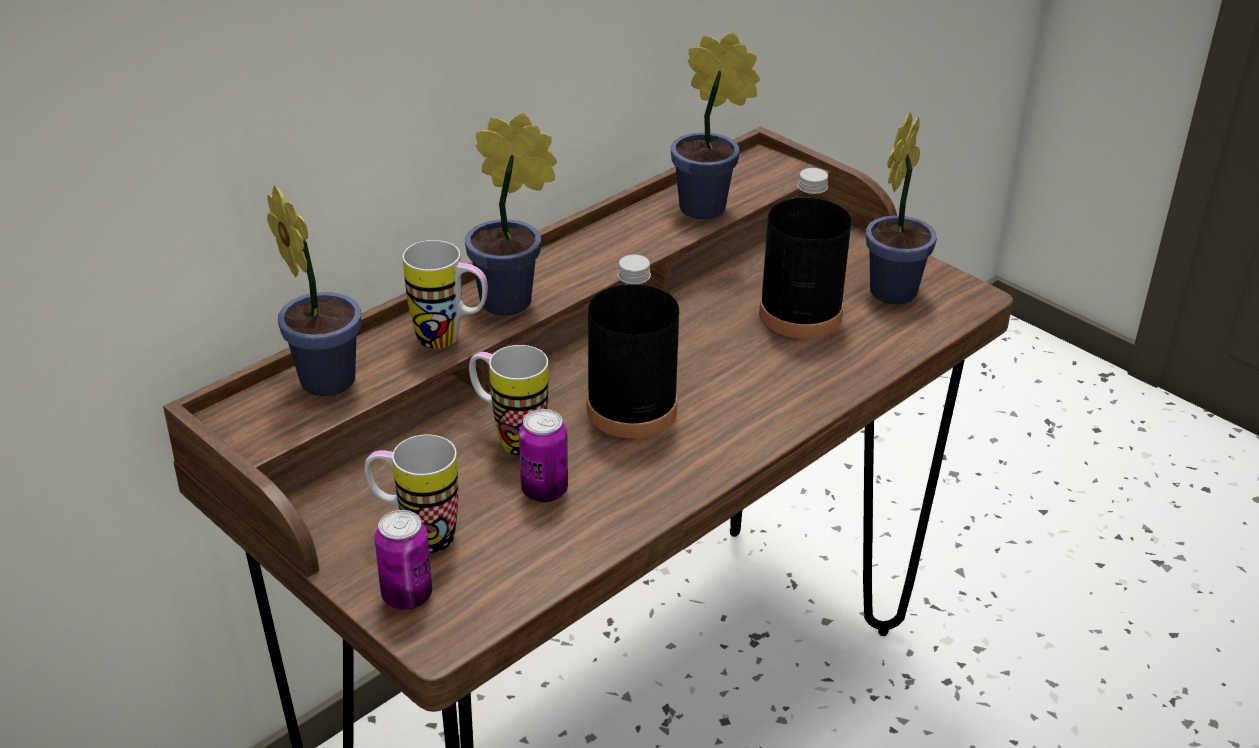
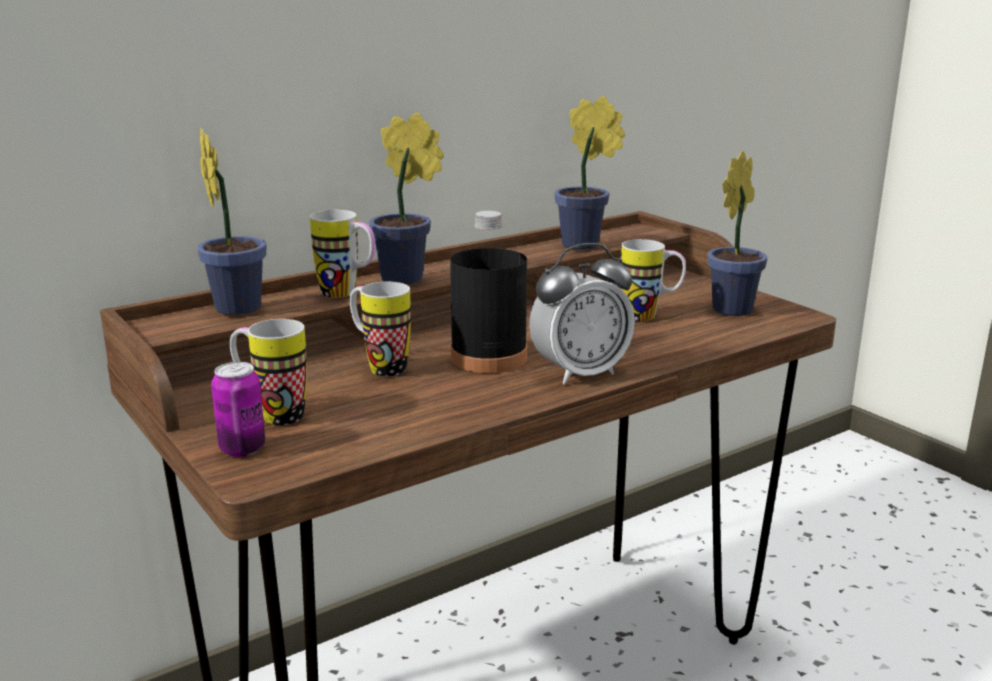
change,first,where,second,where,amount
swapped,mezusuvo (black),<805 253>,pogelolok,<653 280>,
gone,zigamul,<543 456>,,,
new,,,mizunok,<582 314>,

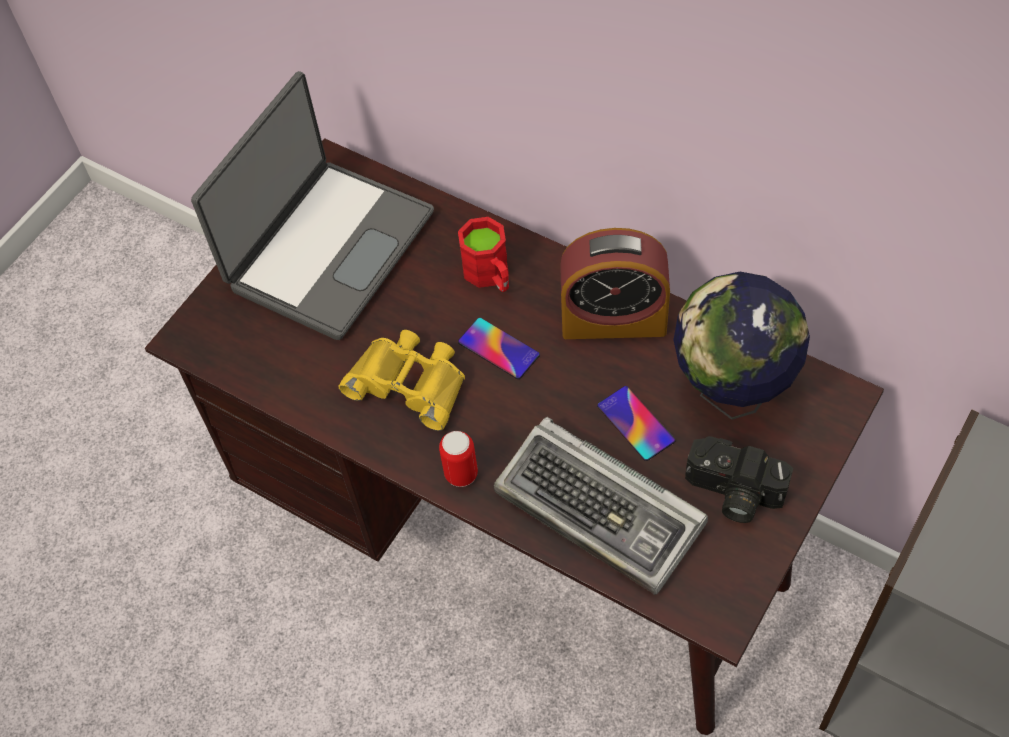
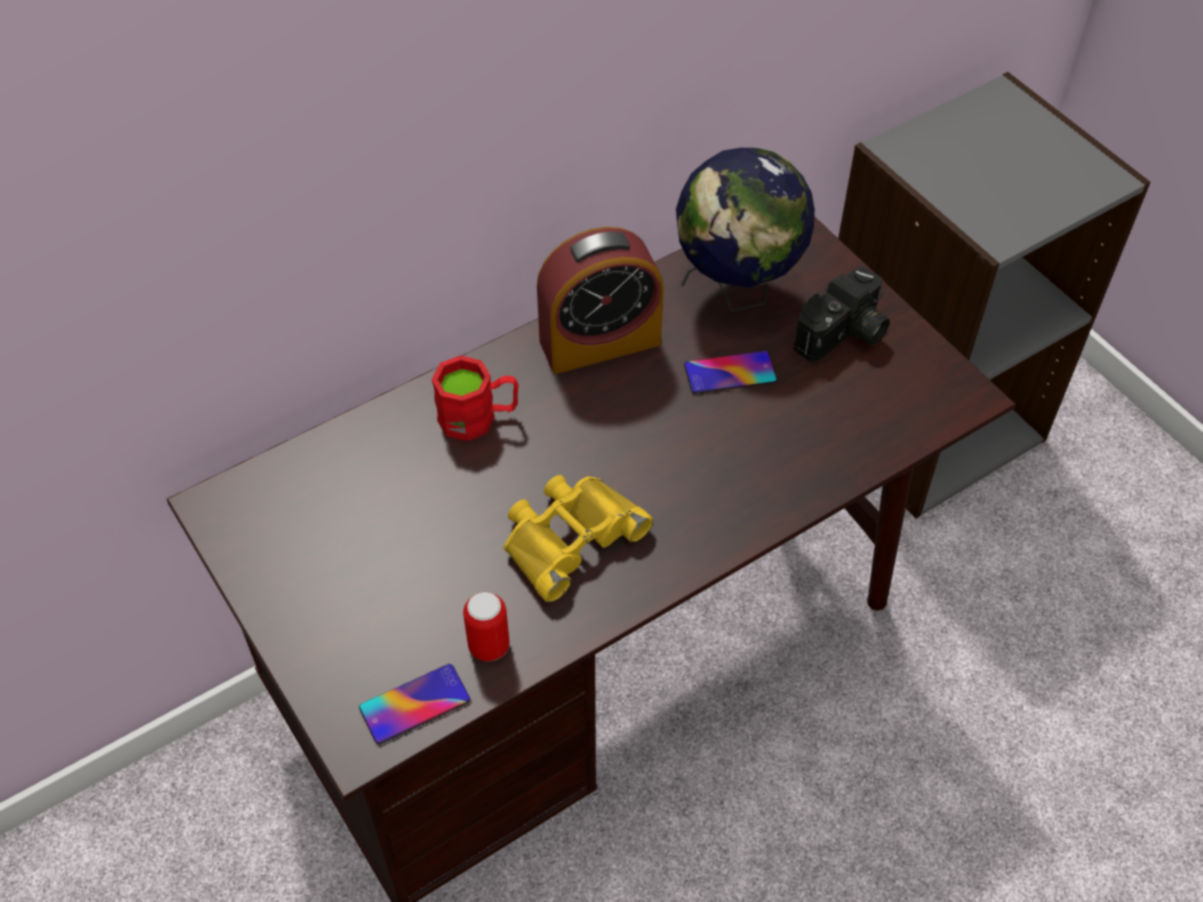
change,first,where,second,where,amount
gone,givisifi,<312 205>,,,
rotated,mizunok,<615 283>,,<600 300>,45 degrees clockwise
shifted,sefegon,<499 348>,,<414 704>,
gone,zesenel,<601 506>,,,
shifted,zigamul,<458 459>,,<486 626>,

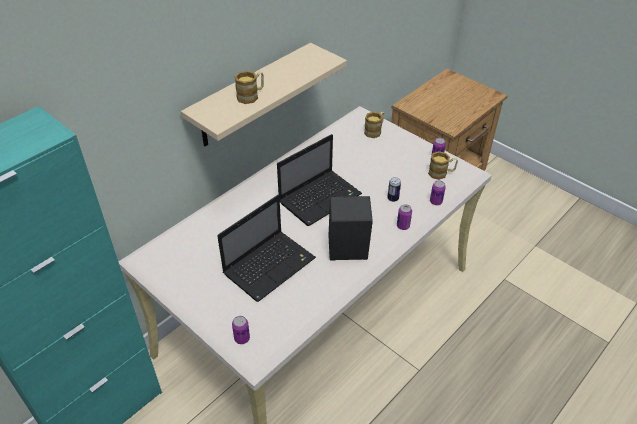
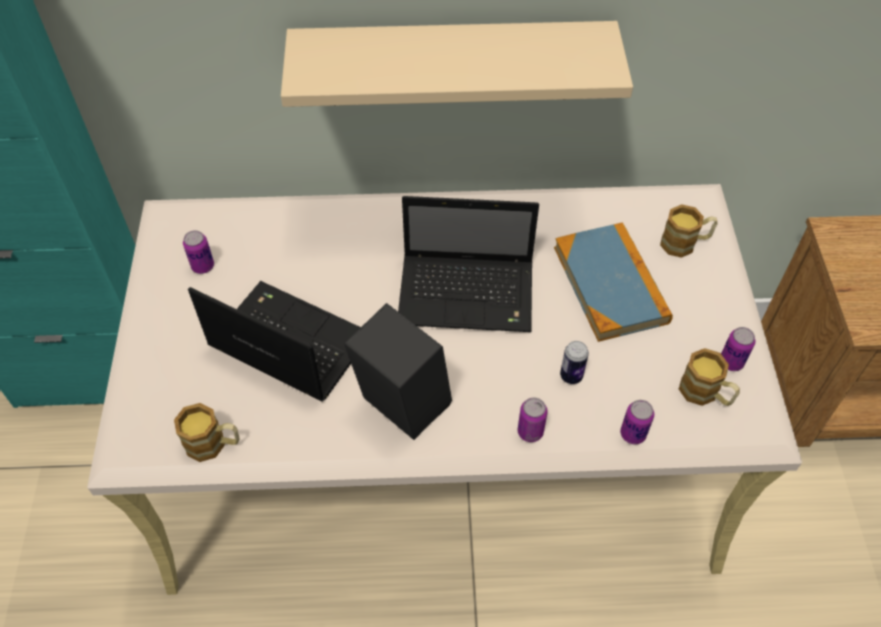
change,first,where,second,where,amount
shifted,pogelolok,<249 87>,,<206 432>,
rotated,givisifi,<266 248>,,<274 341>,150 degrees counterclockwise
shifted,zigamul,<241 330>,,<198 252>,
new,,,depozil,<613 282>,

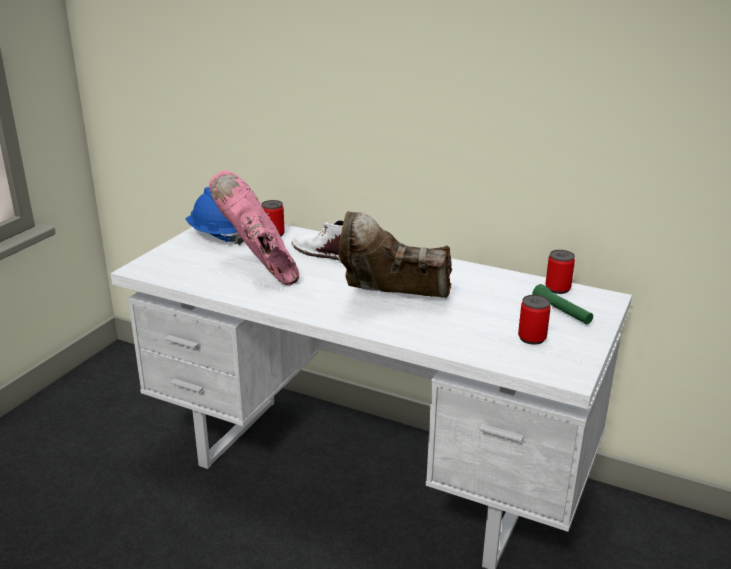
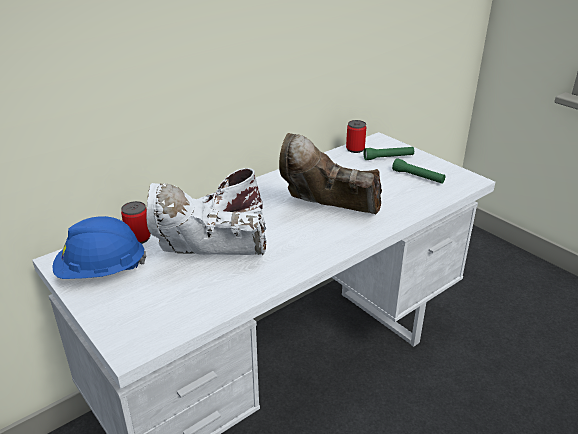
change,first,where,second,where,amount
repainted,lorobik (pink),<254 228>,lorobik (white),<206 219>,
rotated,lorobik (brown),<395 254>,,<330 173>,75 degrees clockwise
swapped,zigamul,<534 320>,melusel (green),<418 171>,

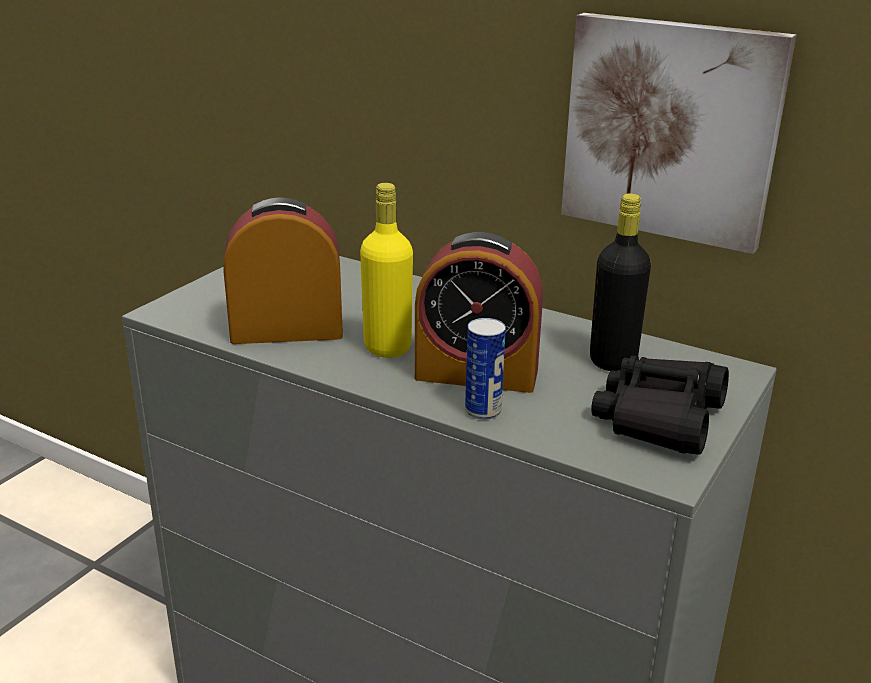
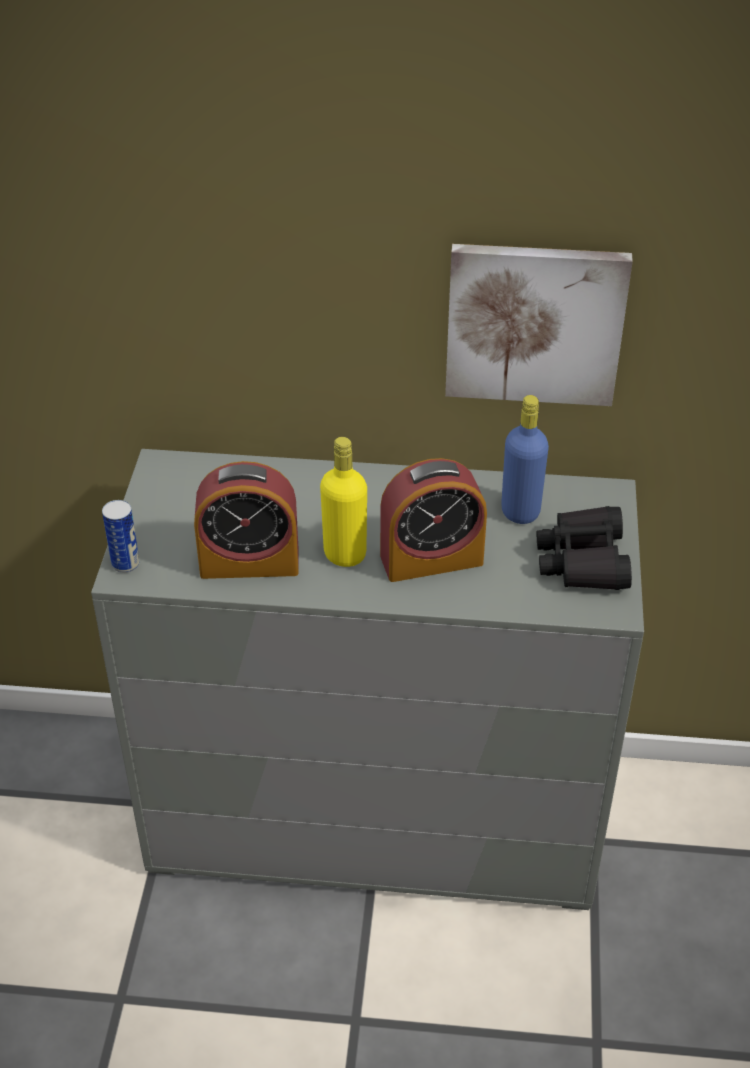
change,first,where,second,where,amount
repainted,mezusuvo (black),<620 282>,mezusuvo (blue),<525 459>,
rotated,mizunok,<283 270>,,<246 520>,150 degrees counterclockwise
shifted,zigamul,<485 369>,,<121 536>,

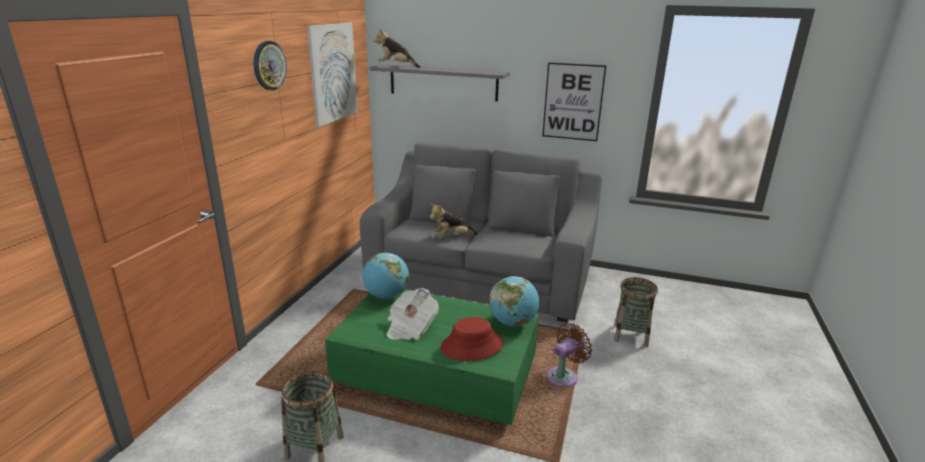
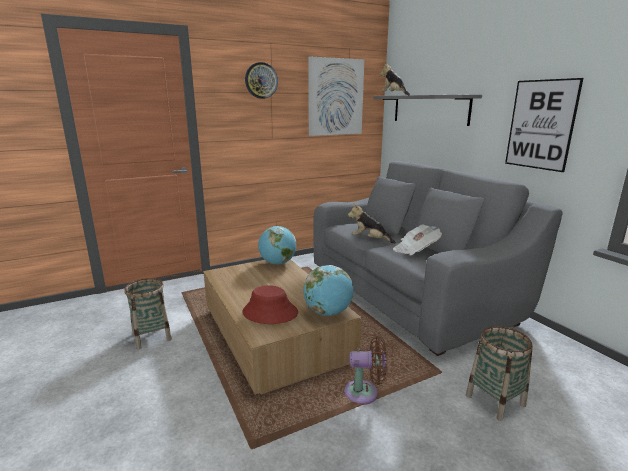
change,first,where,second,where,amount
shifted,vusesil,<413 314>,,<417 240>,
repainted,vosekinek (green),<432 357>,vosekinek (brown),<282 327>,

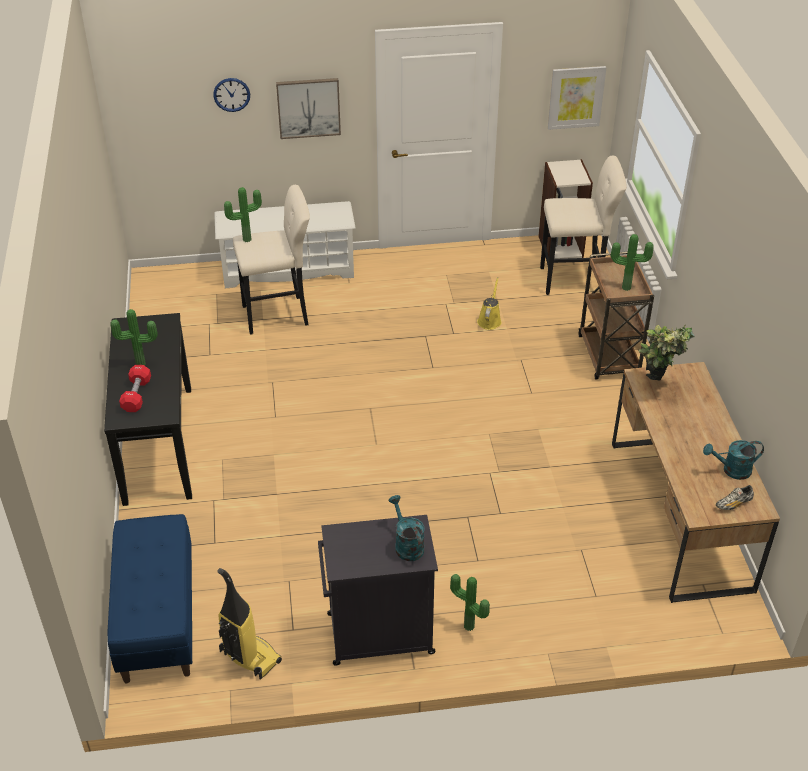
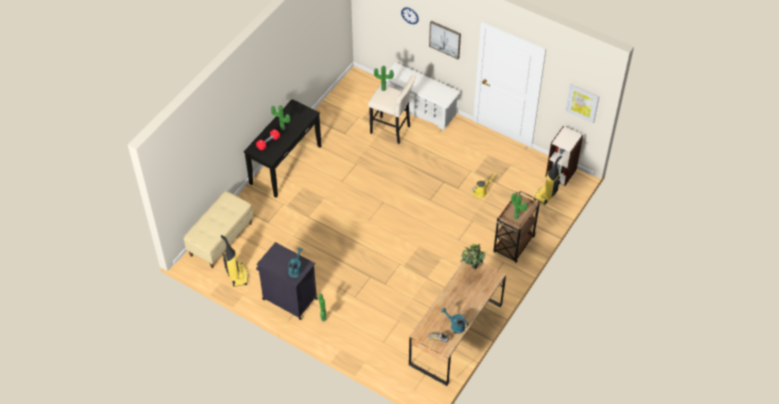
change,first,where,second,where,amount
swapped,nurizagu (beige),<583 225>,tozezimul,<548 180>,
repainted,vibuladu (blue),<149 598>,vibuladu (beige),<219 229>,

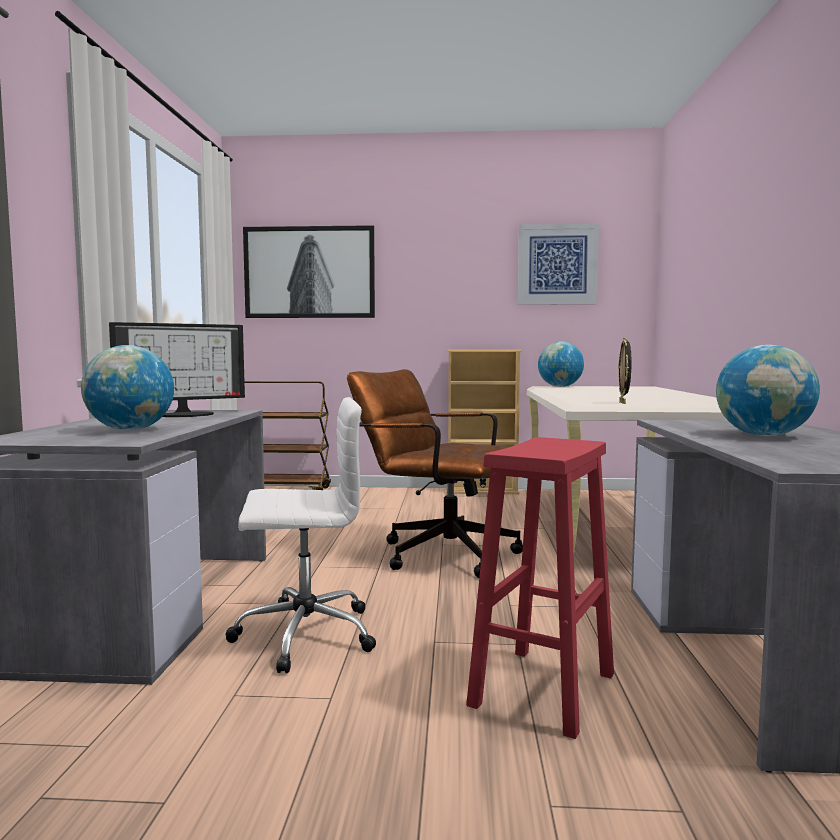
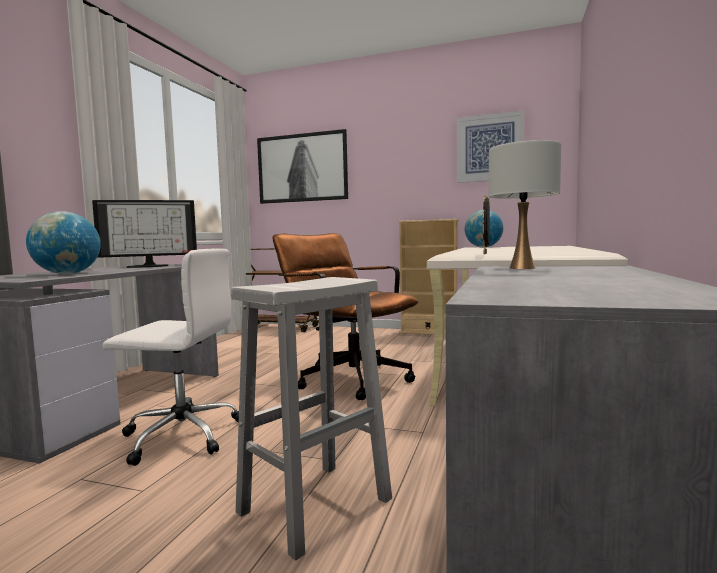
change,first,where,second,where,amount
gone,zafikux,<768 390>,,,
repainted,nurizagu (red),<540 588>,nurizagu (white),<311 419>,
new,,,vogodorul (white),<525 204>,

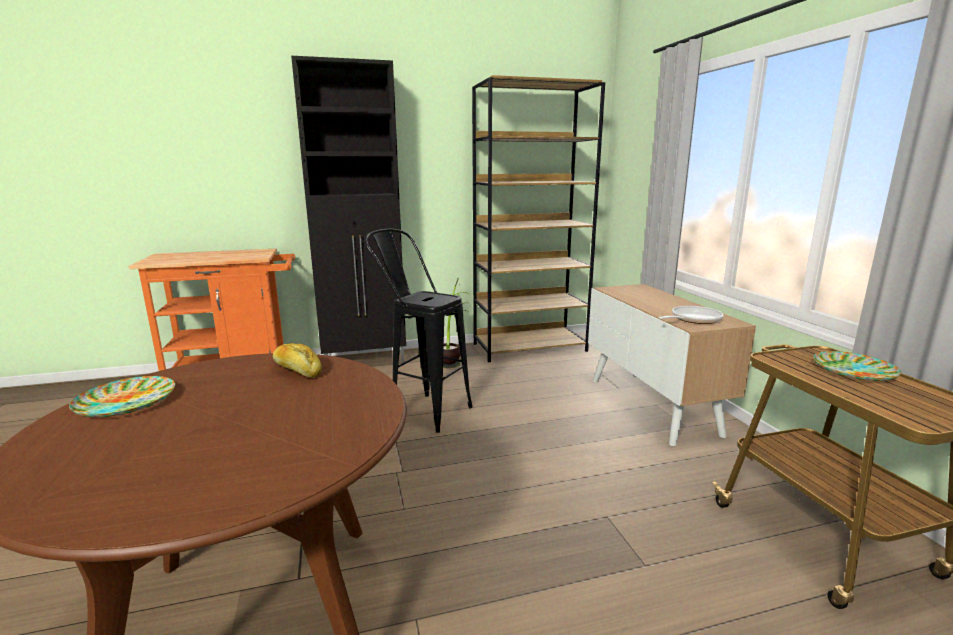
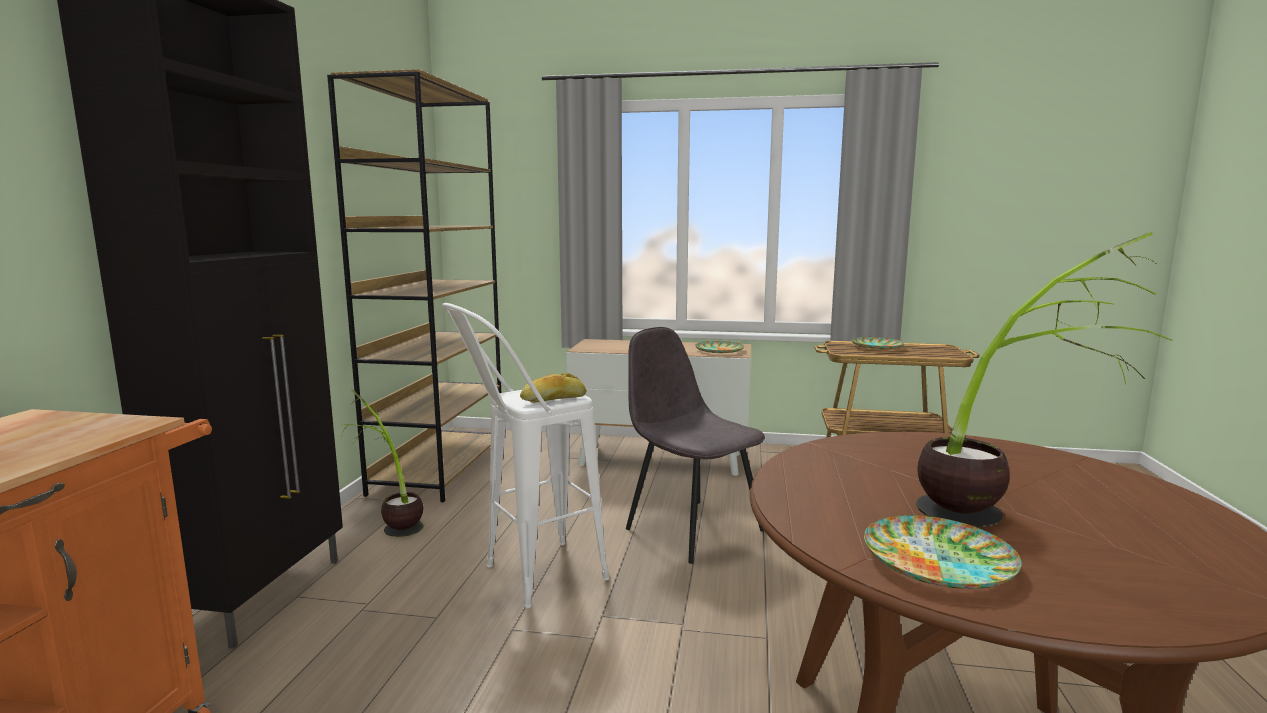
change,first,where,second,where,amount
repainted,nurizagu (black),<418 331>,nurizagu (white),<525 455>,
swapped,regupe,<691 315>,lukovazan,<719 347>,
shifted,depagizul,<297 360>,,<553 388>,
new,,,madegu,<1044 379>,
new,,,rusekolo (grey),<695 445>,

